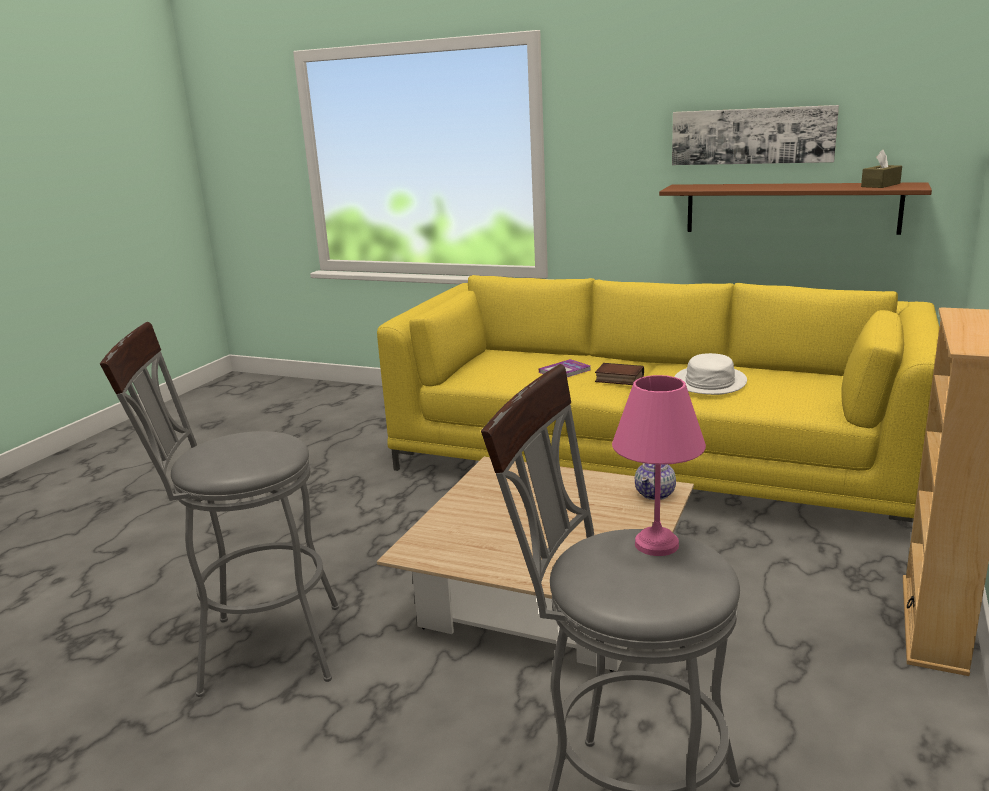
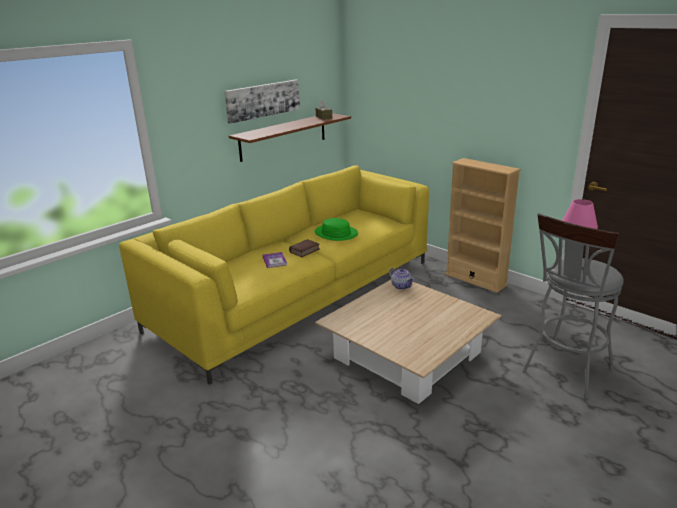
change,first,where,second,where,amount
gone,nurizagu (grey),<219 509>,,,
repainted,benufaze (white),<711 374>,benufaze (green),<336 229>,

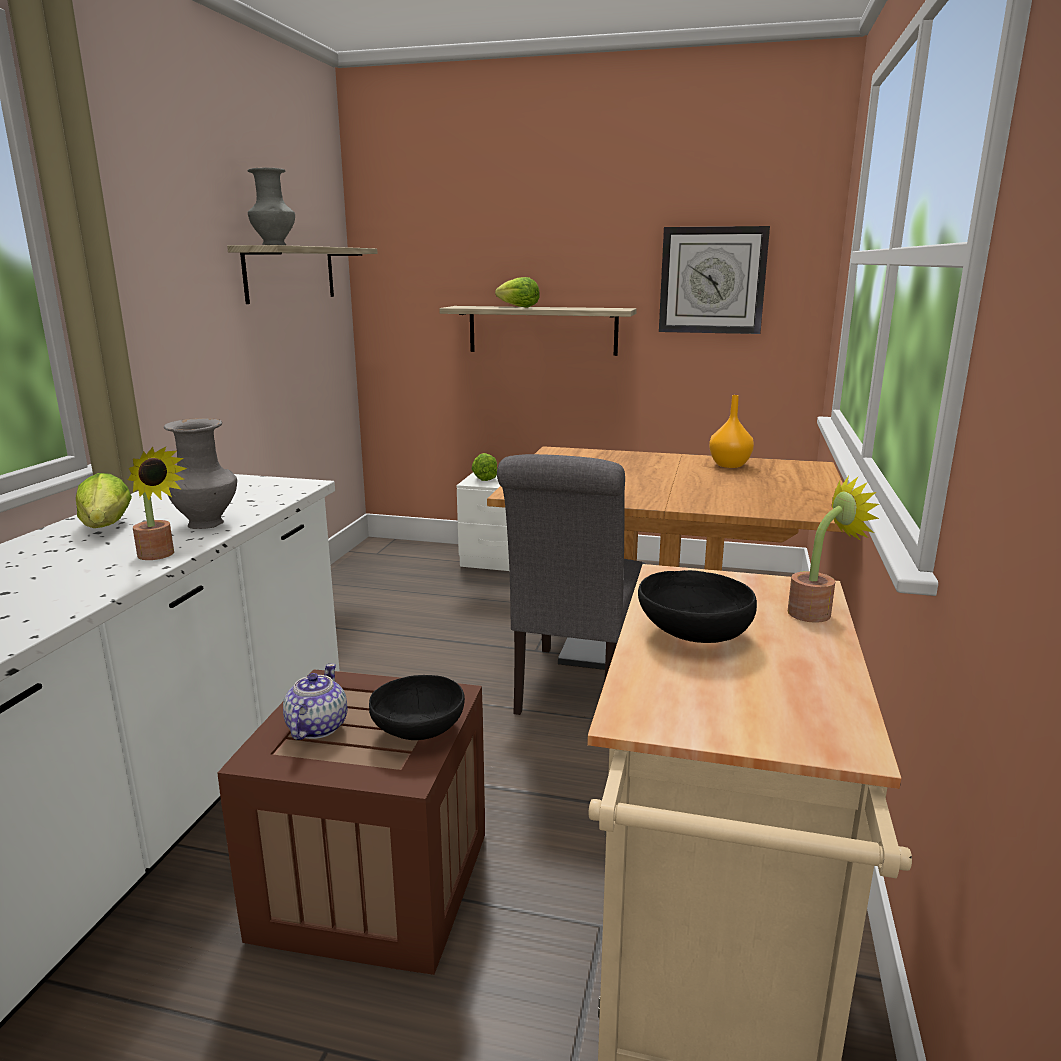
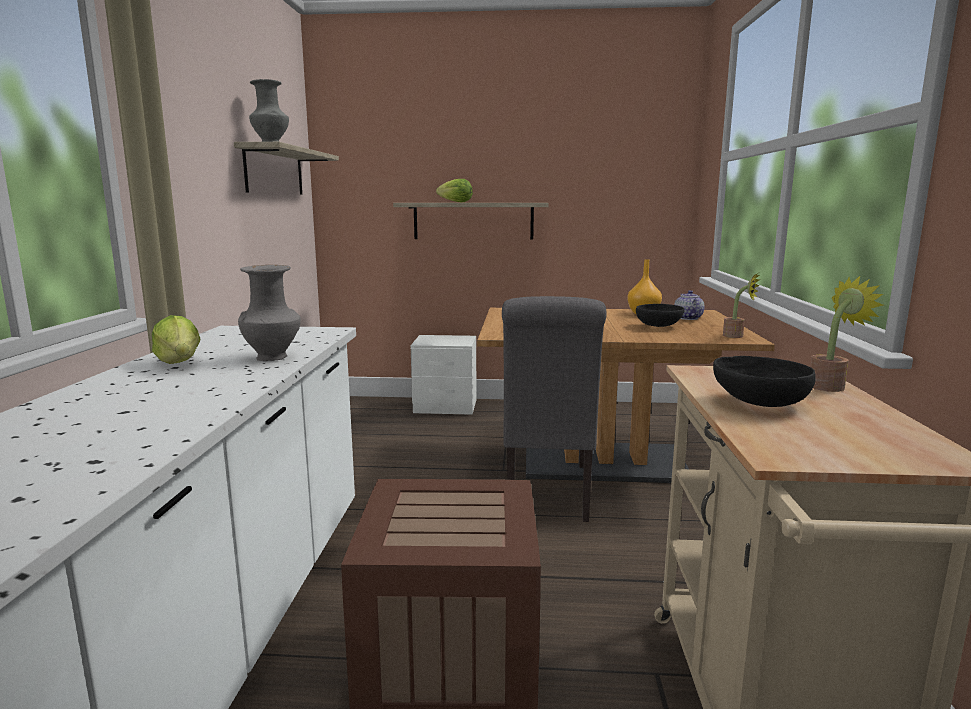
change,first,where,second,where,amount
gone,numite,<714 280>,,,
shifted,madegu,<157 503>,,<741 305>,
gone,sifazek,<484 467>,,,
shifted,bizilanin,<315 701>,,<689 305>,
shifted,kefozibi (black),<417 707>,,<660 315>,

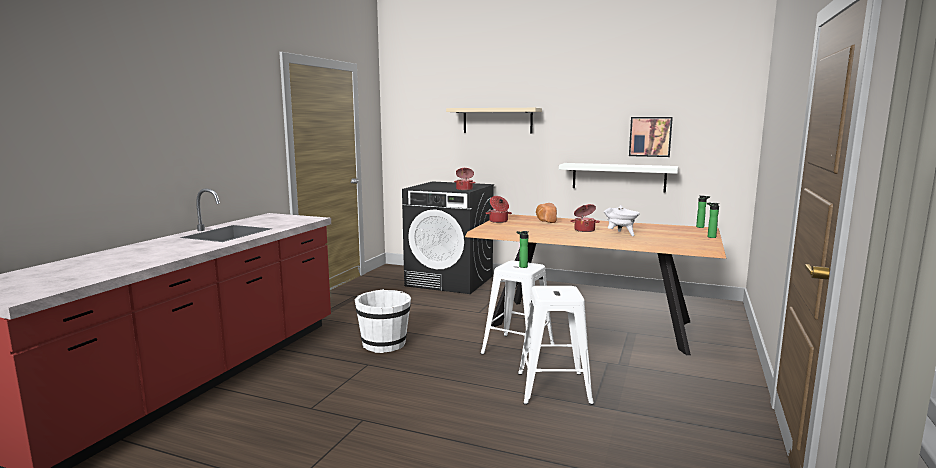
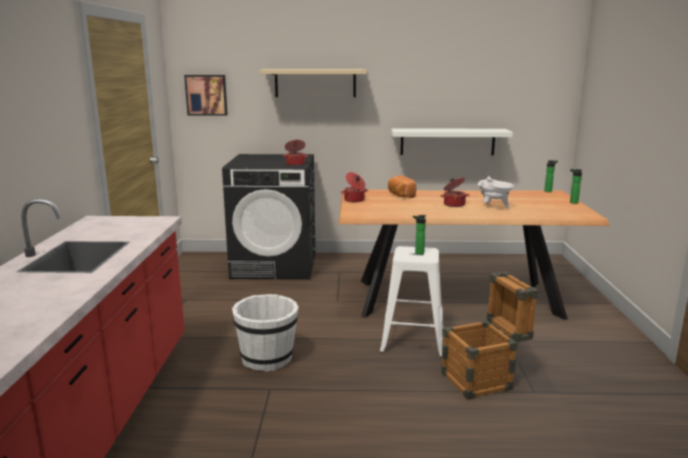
change,first,where,second,where,amount
shifted,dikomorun,<651 137>,,<206 95>,
swapped,nurizagu (white),<556 345>,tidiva,<489 335>,

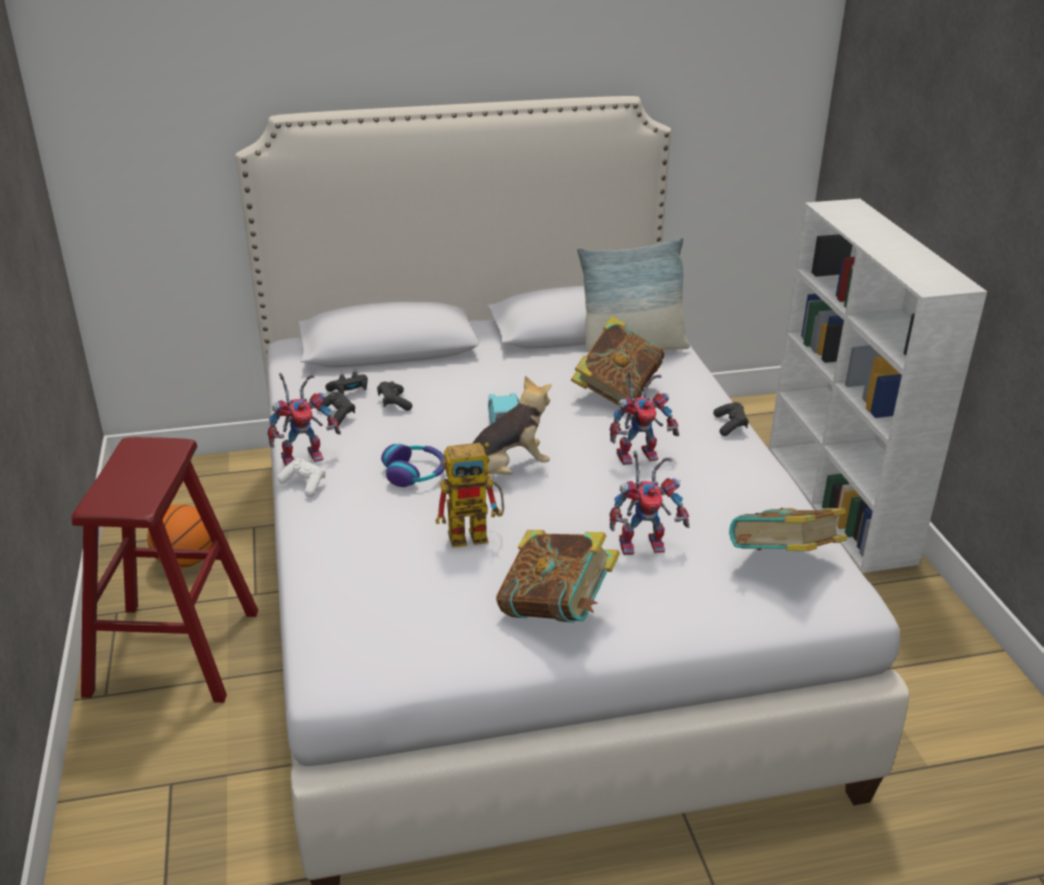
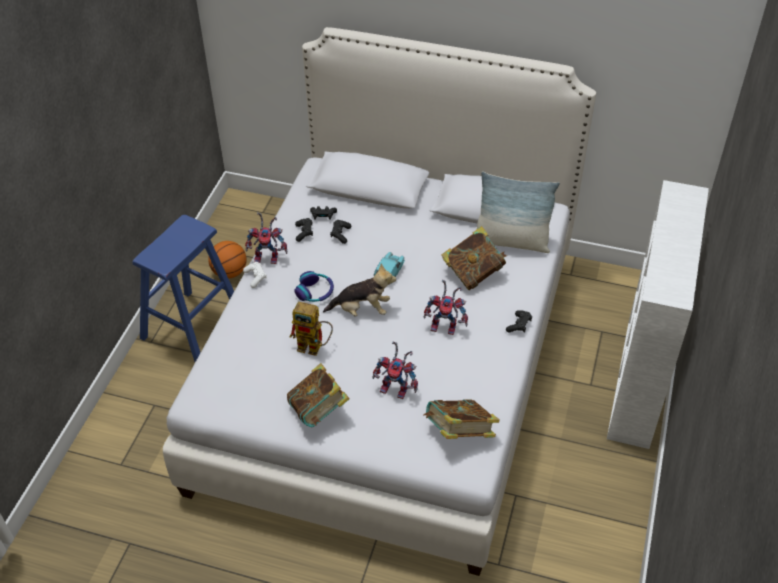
change,first,where,second,where,amount
repainted,nurizagu (red),<165 570>,nurizagu (blue),<183 288>,

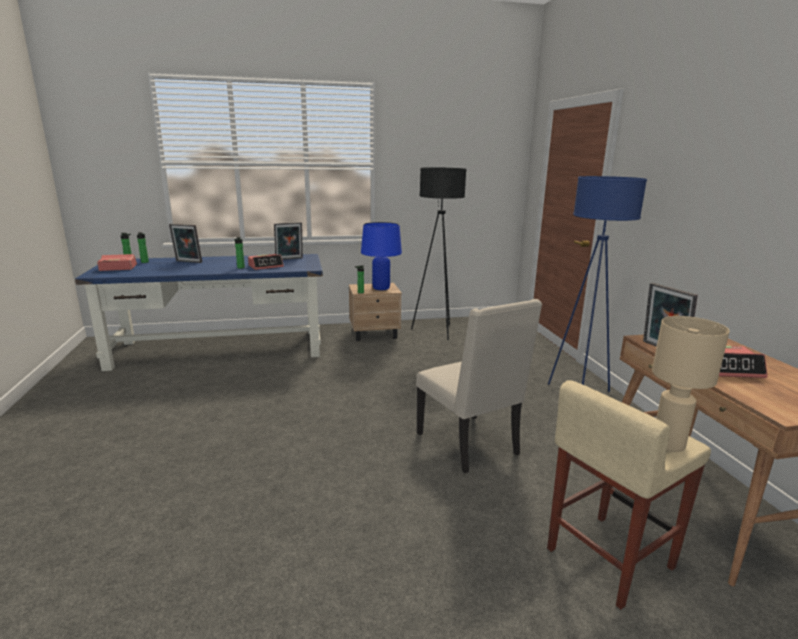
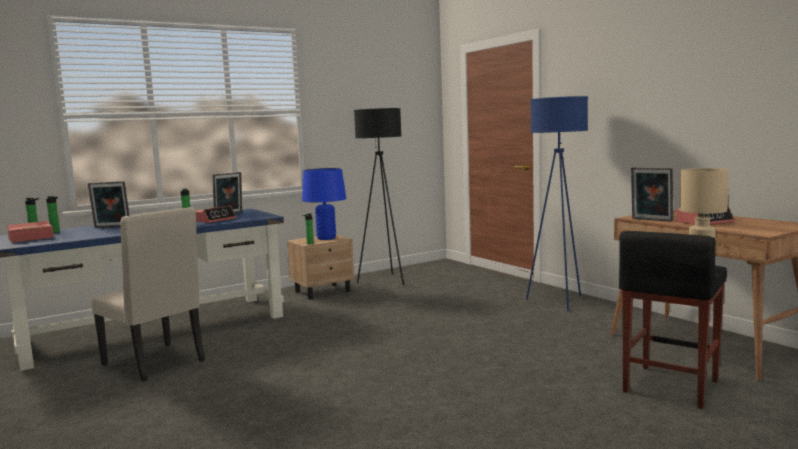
change,first,where,second,where,amount
shifted,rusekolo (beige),<479 386>,,<148 294>,
repainted,nurizagu (beige),<629 495>,nurizagu (black),<673 320>,

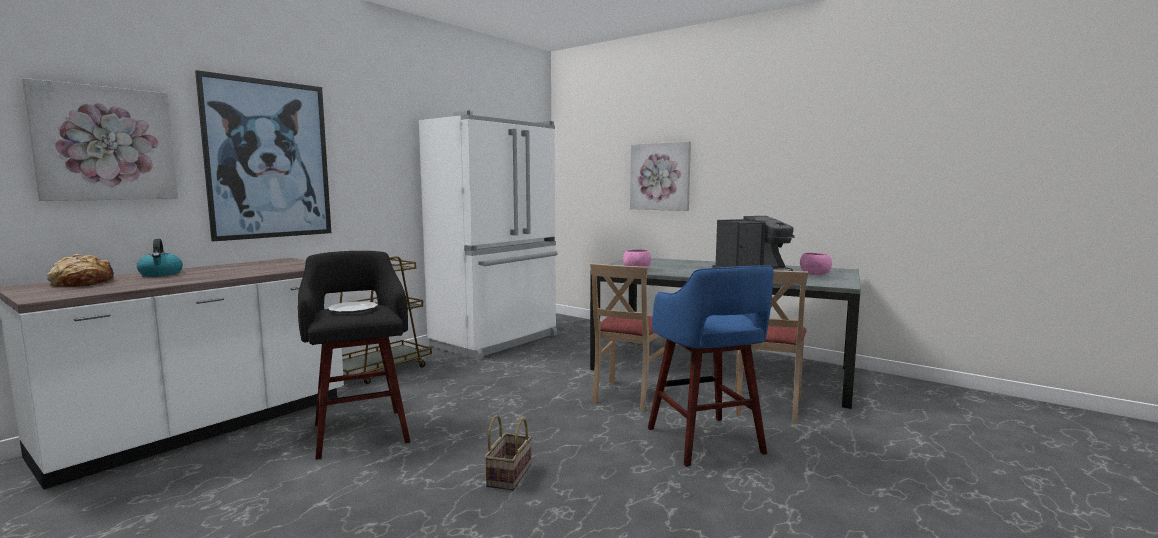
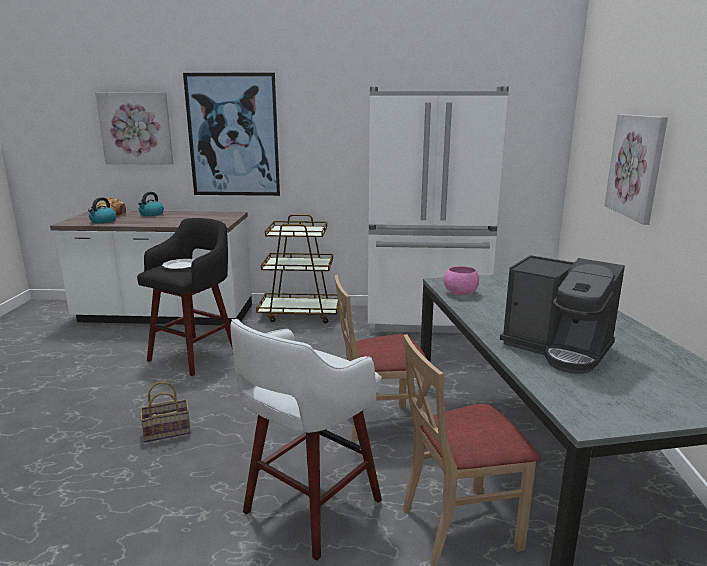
change,first,where,second,where,amount
gone,kefozibi (pink),<816 264>,,,
repainted,nurizagu (blue),<711 366>,nurizagu (white),<306 440>,
new,,,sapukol,<102 210>,

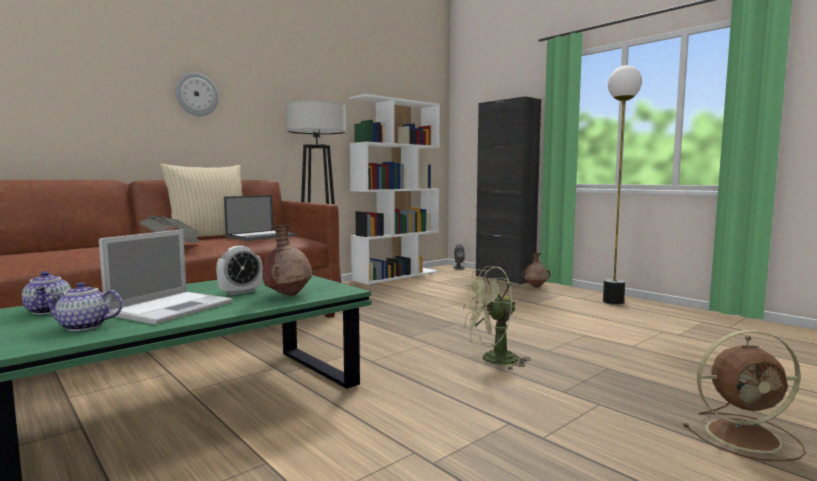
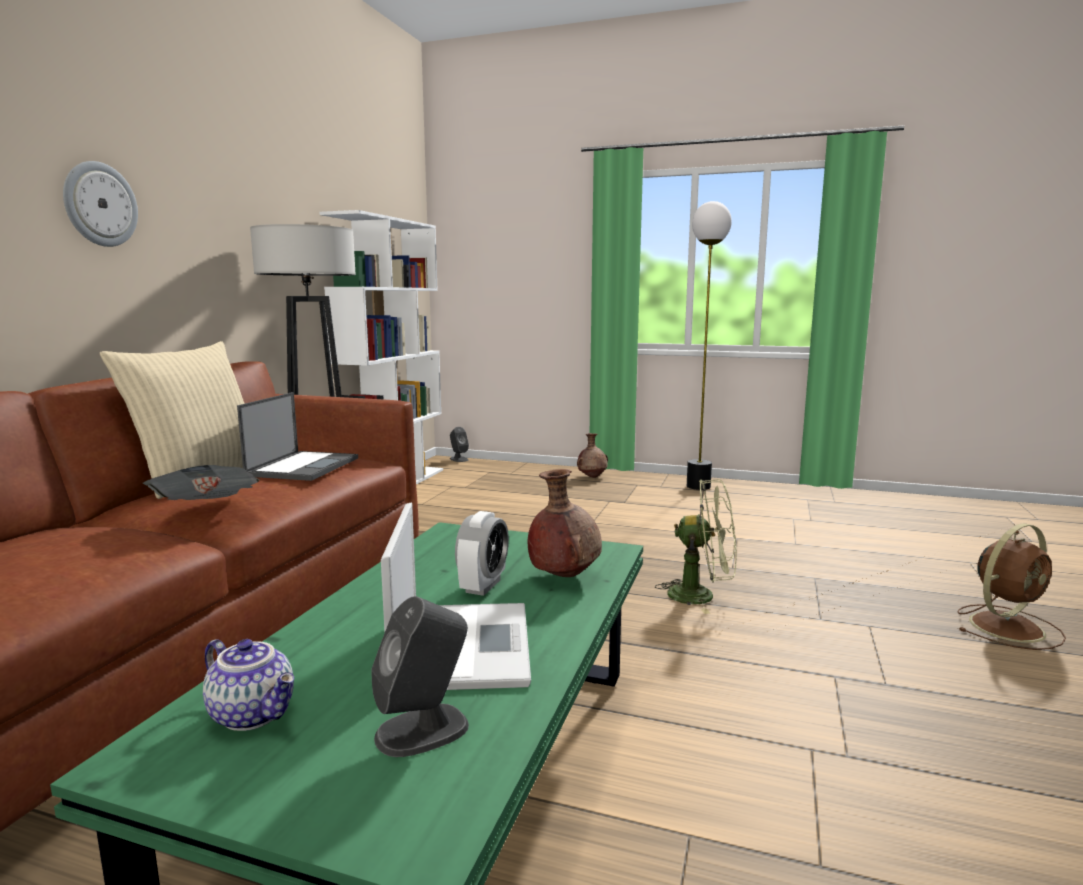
change,first,where,second,where,amount
gone,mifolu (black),<508 190>,,,
rotated,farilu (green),<495 318>,,<696 546>,120 degrees counterclockwise
swapped,bizilanin,<82 306>,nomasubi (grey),<420 676>,

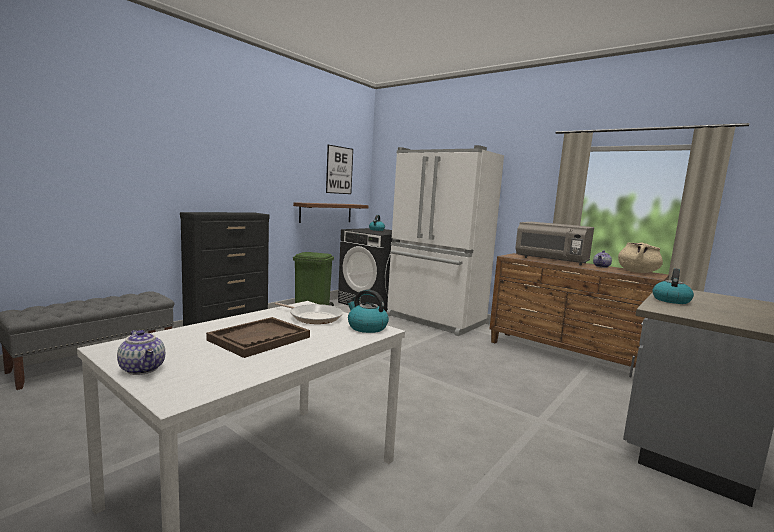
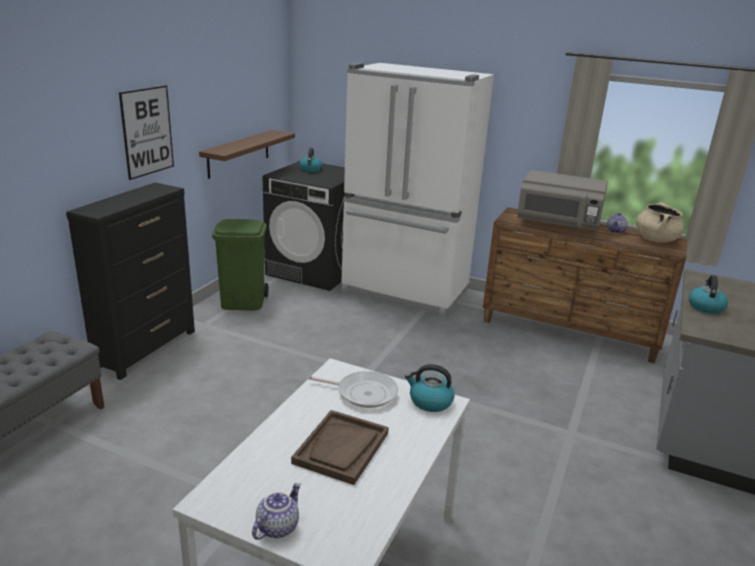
change,first,where,second,where,amount
shifted,dikomorun,<339 169>,,<146 132>,
rotated,bizilanin,<141 352>,,<276 511>,90 degrees counterclockwise

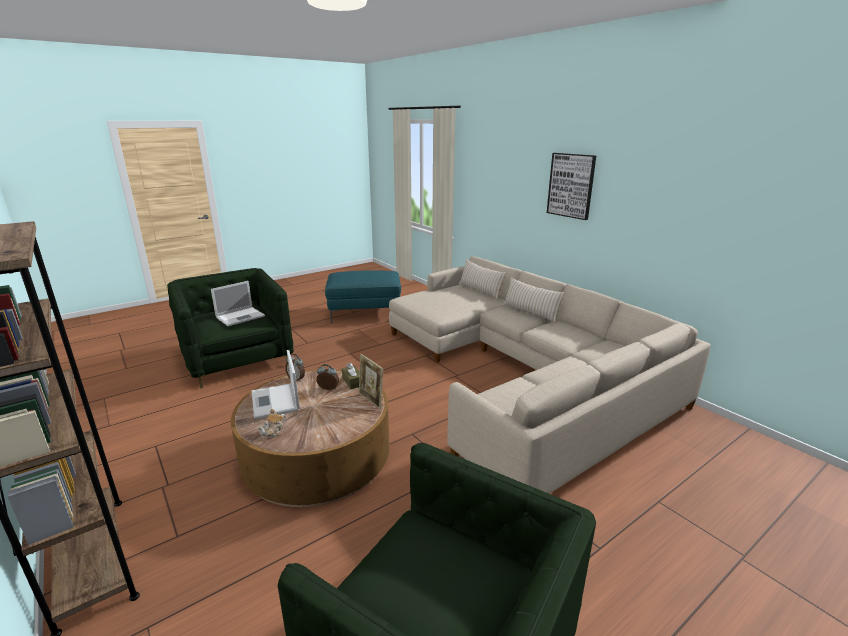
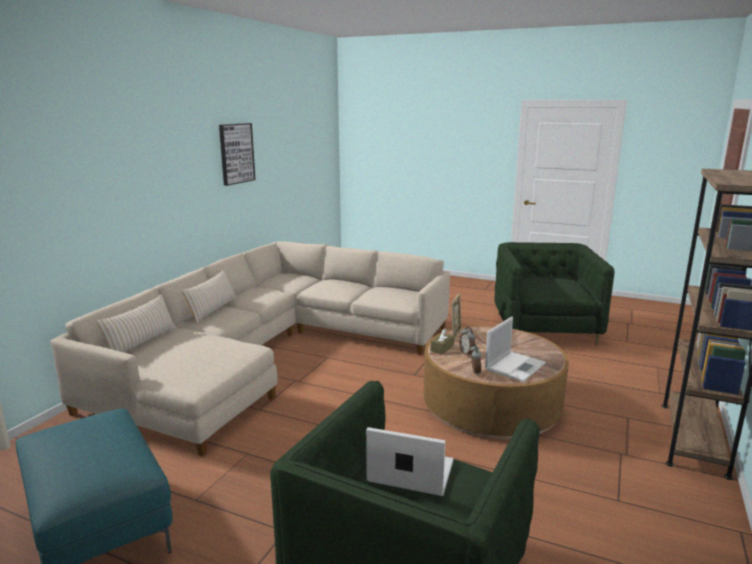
change,first,where,second,where,amount
shifted,dikomorun,<571 186>,,<237 154>,
gone,bizilanin,<271 424>,,,

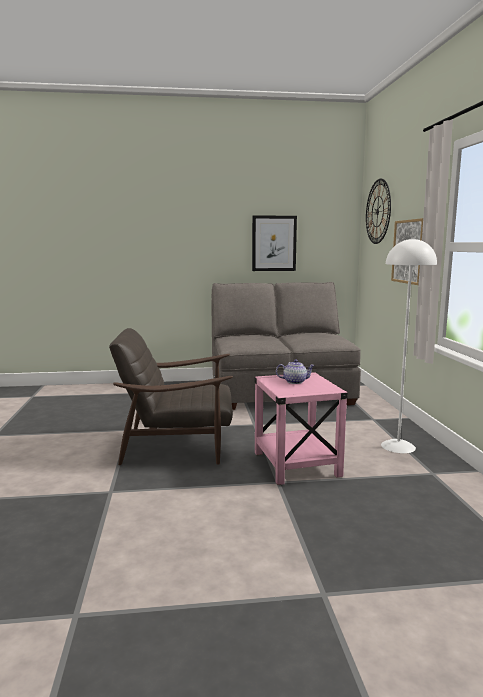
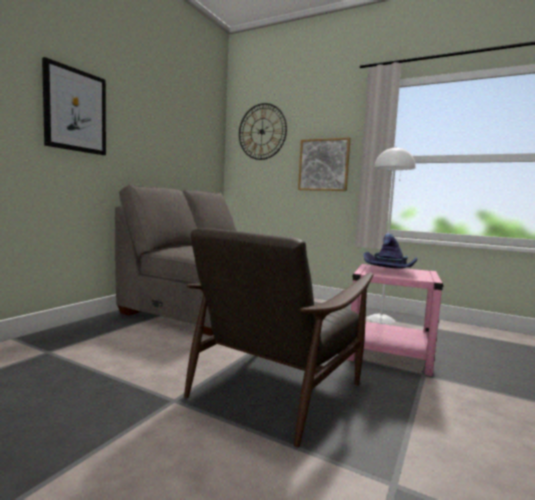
change,first,where,second,where,amount
shifted,dikomorun,<274 243>,,<74 106>,
swapped,bizilanin,<295 371>,benufaze (purple),<390 251>,

